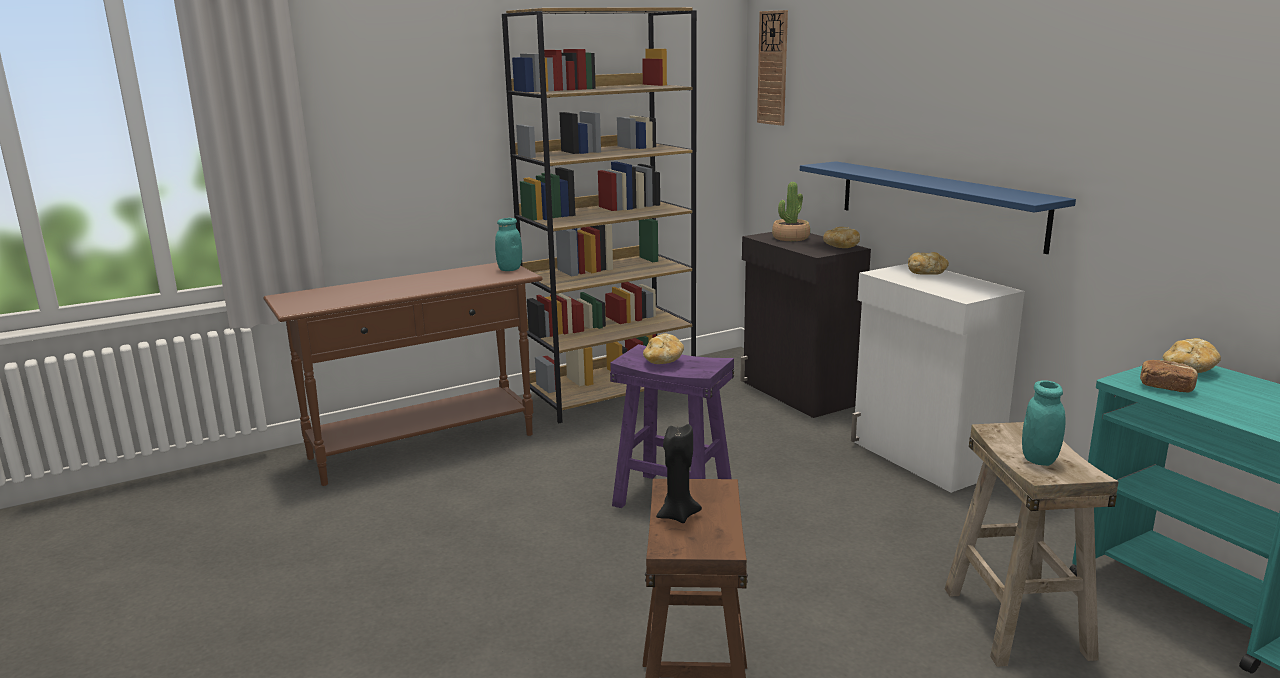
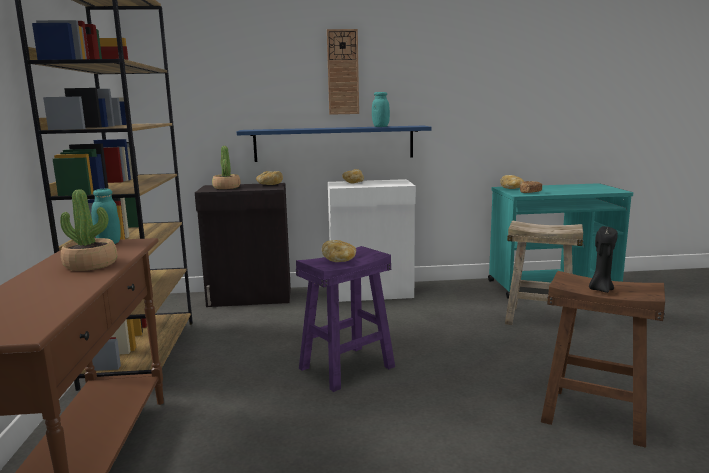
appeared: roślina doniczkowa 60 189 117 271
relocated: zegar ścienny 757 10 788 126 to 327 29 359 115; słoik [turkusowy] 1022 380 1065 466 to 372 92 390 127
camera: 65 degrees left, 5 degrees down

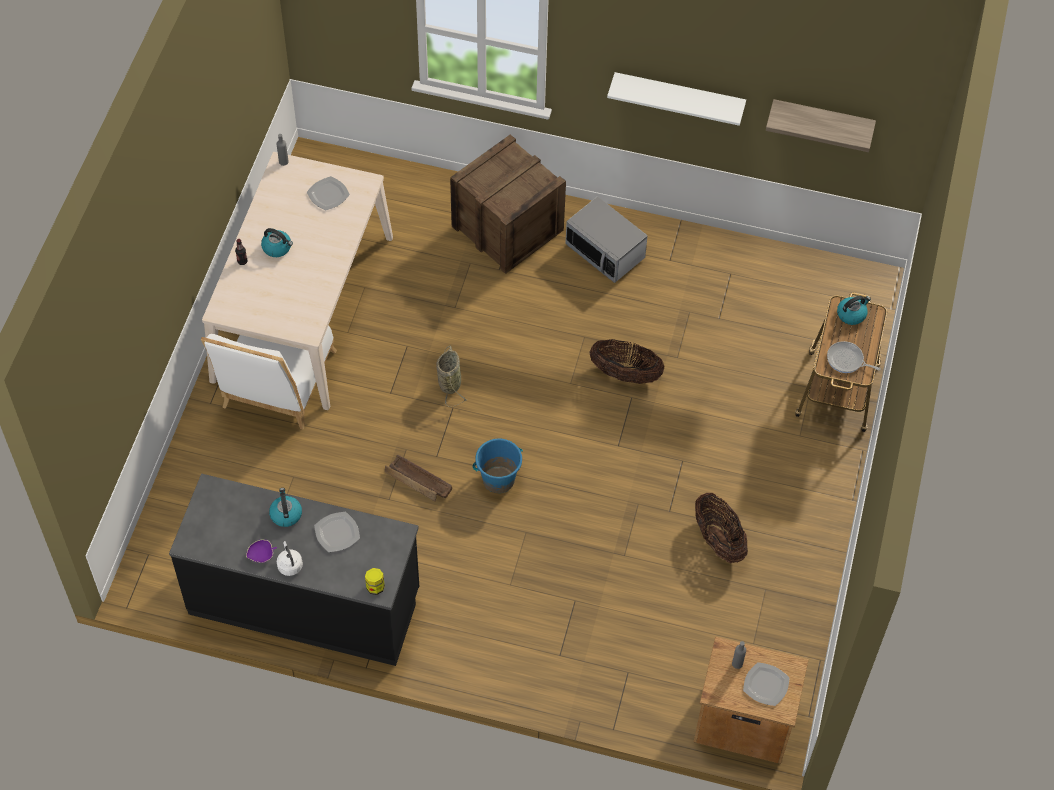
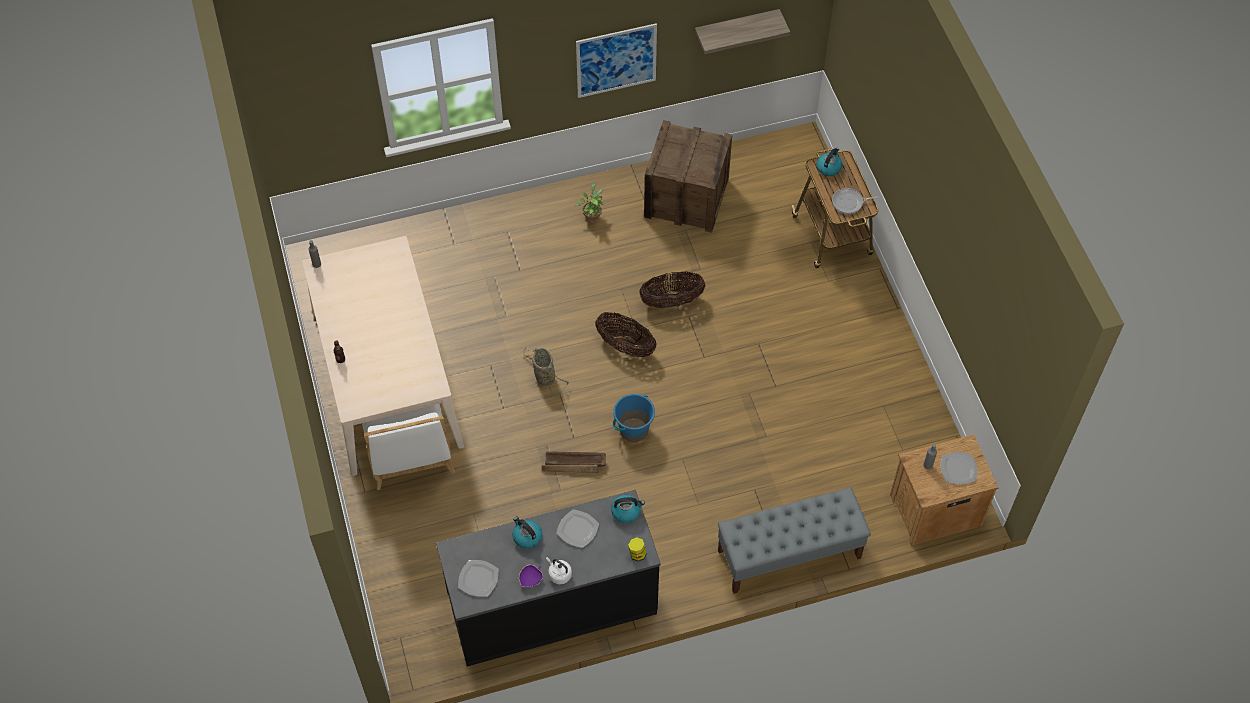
appeared: ławka [szary] 718 487 871 594
relocated: czajnik 261 228 293 257 to 611 495 645 523; talerz 307 176 350 210 to 458 560 499 597; skrzynka 450 135 566 274 to 644 120 732 233; koszyk 695 493 748 563 to 595 312 657 357
exchanged: mikrofalówka 565 196 648 283 to roślina doniczkowa 575 183 603 223; półka [biały] 607 72 746 126 to obraz 576 23 657 98
camera: 30 degrees left, 0 degrees up

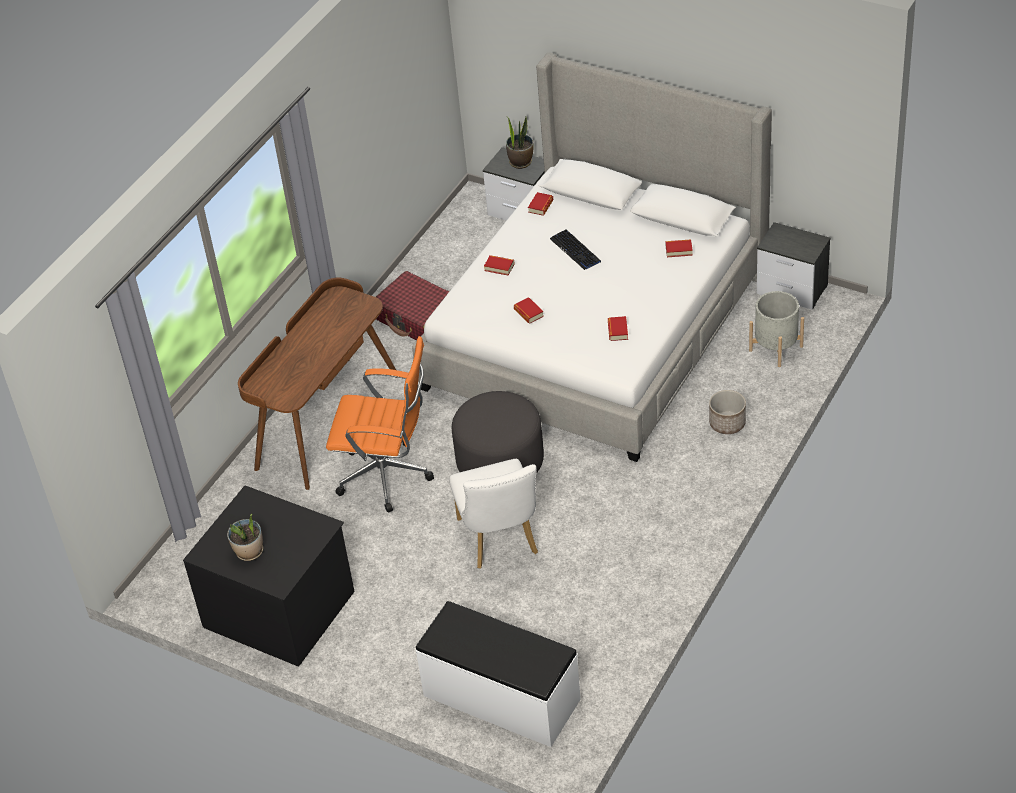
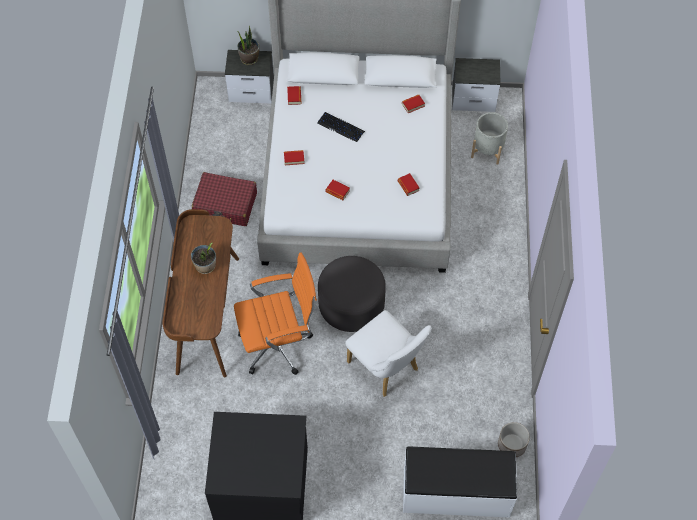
relocated: roślina doniczkowa 227 514 263 561 to 191 243 216 274; donica 709 390 746 434 to 498 422 530 457
camera: 30 degrees left, 15 degrees up

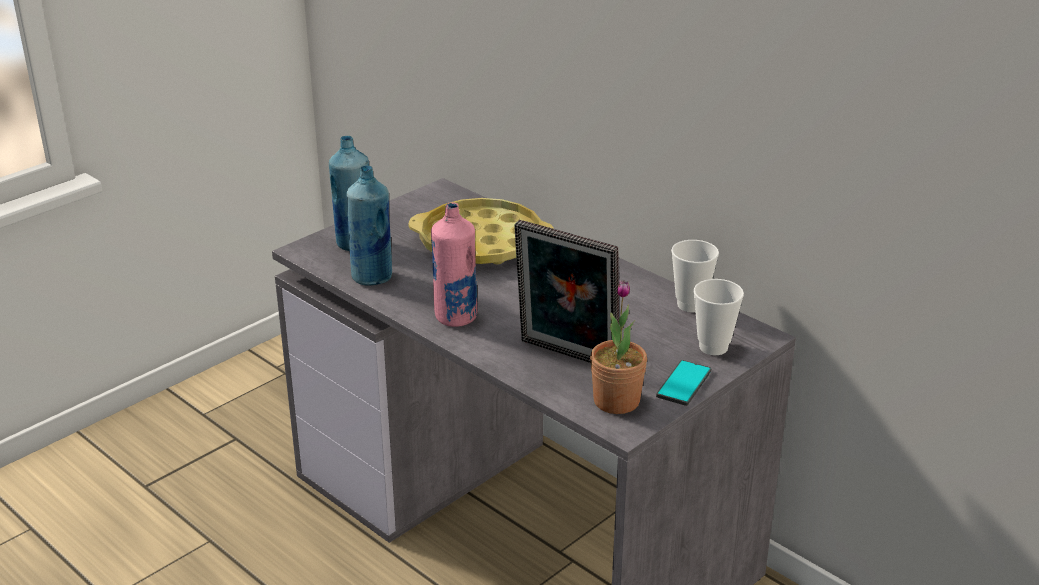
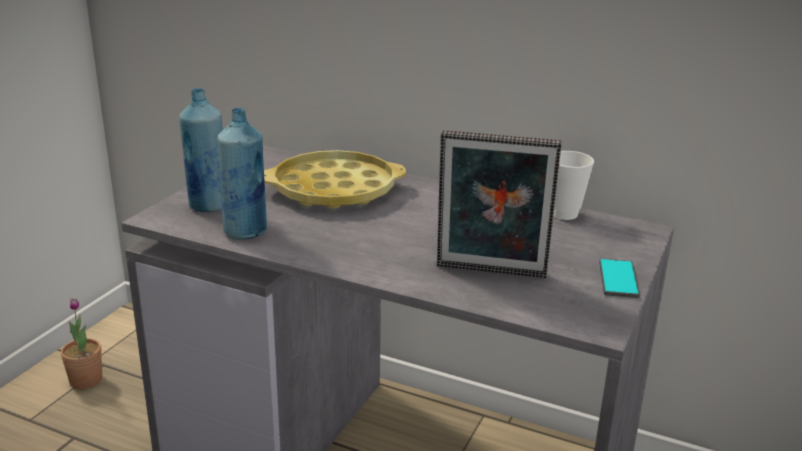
missing: butelka [różowy] 431 202 477 327; filiżanka 693 279 744 355
relocated: roślina doniczkowa 590 280 647 414 to 61 298 102 389
camera: 20 degrees left, 5 degrees down

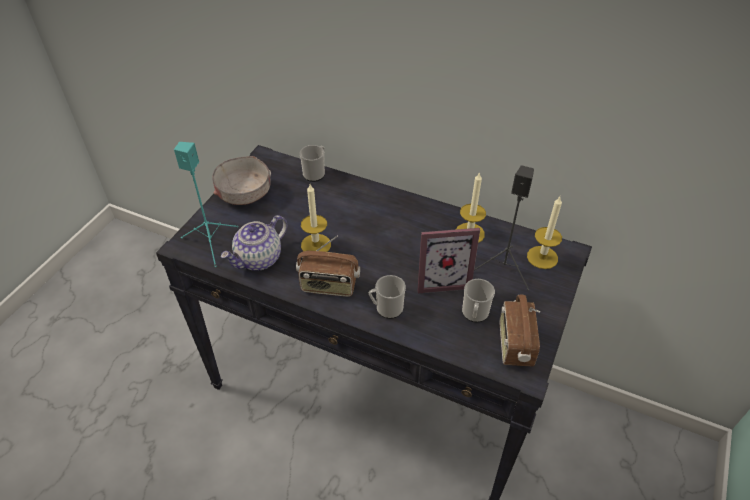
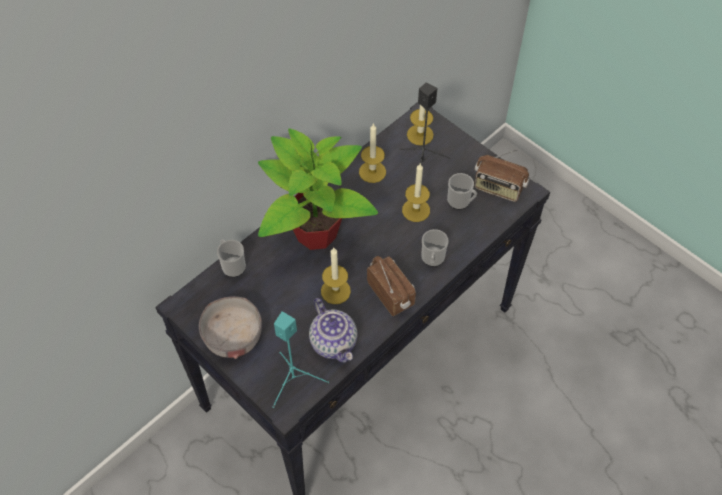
appeared: roślina doniczkowa 258 128 378 250
exchanged: ramka na zdjęcie 418 228 480 293 to świeca 402 164 430 222
spun: radio 296 235 360 297 = 367 256 416 316 60 degrees counterclockwise
camera: 70 degrees left, 10 degrees up

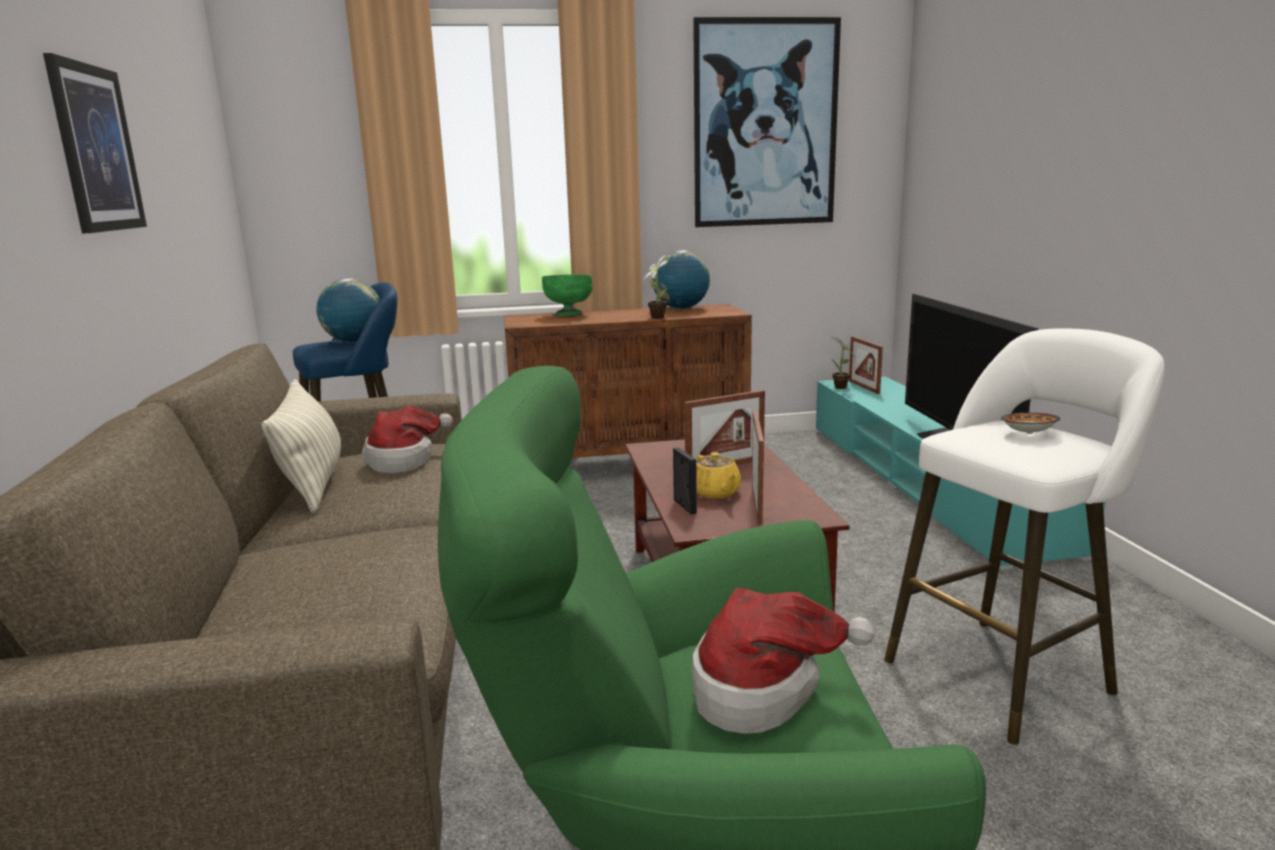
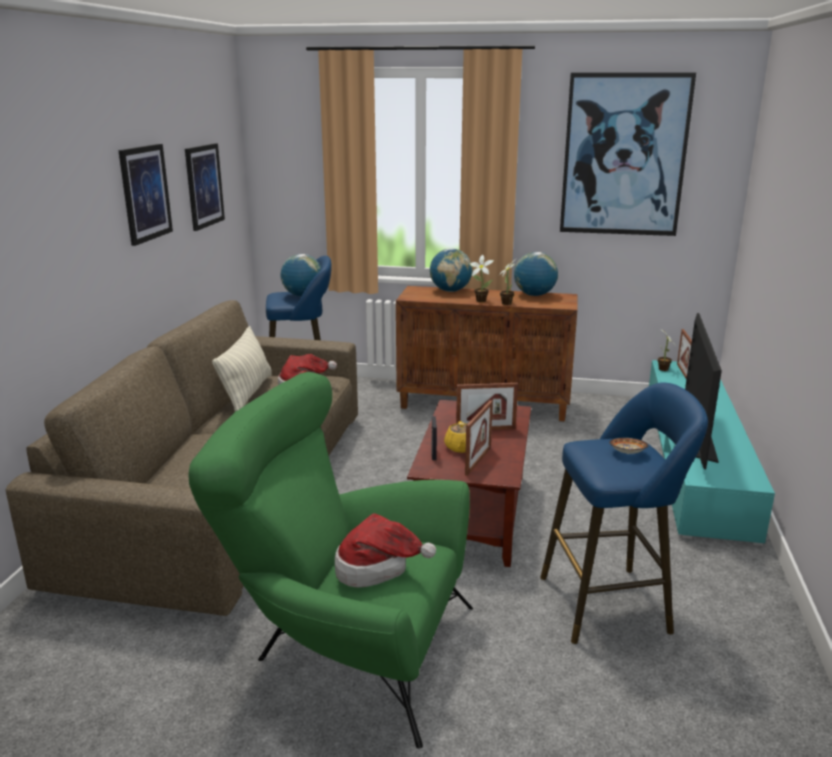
appeared: obraz 185 143 225 231; roślina doniczkowa 470 255 494 302
exchanged: miska [zielony] 542 274 593 316 to globus 430 248 473 292
colour: stołek [biały] 884 328 1165 745 to stołek [niebieski] 540 382 708 644
camera: 20 degrees right, 5 degrees up

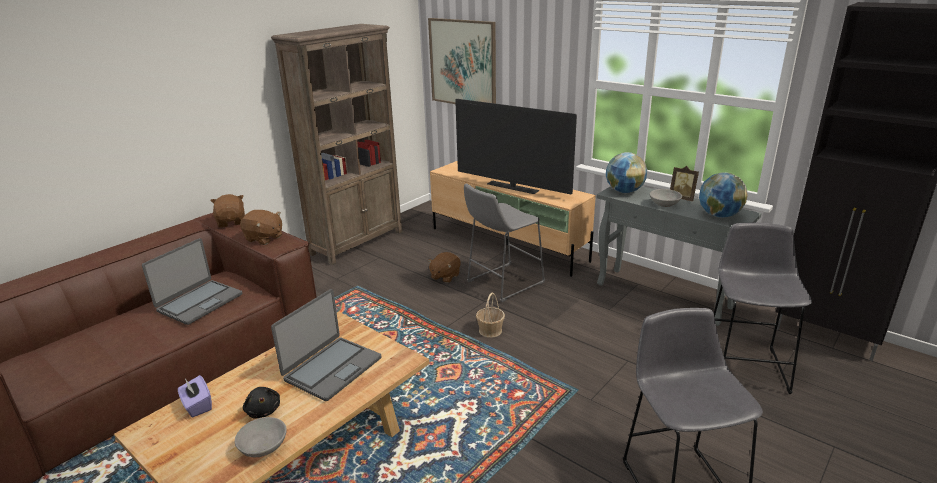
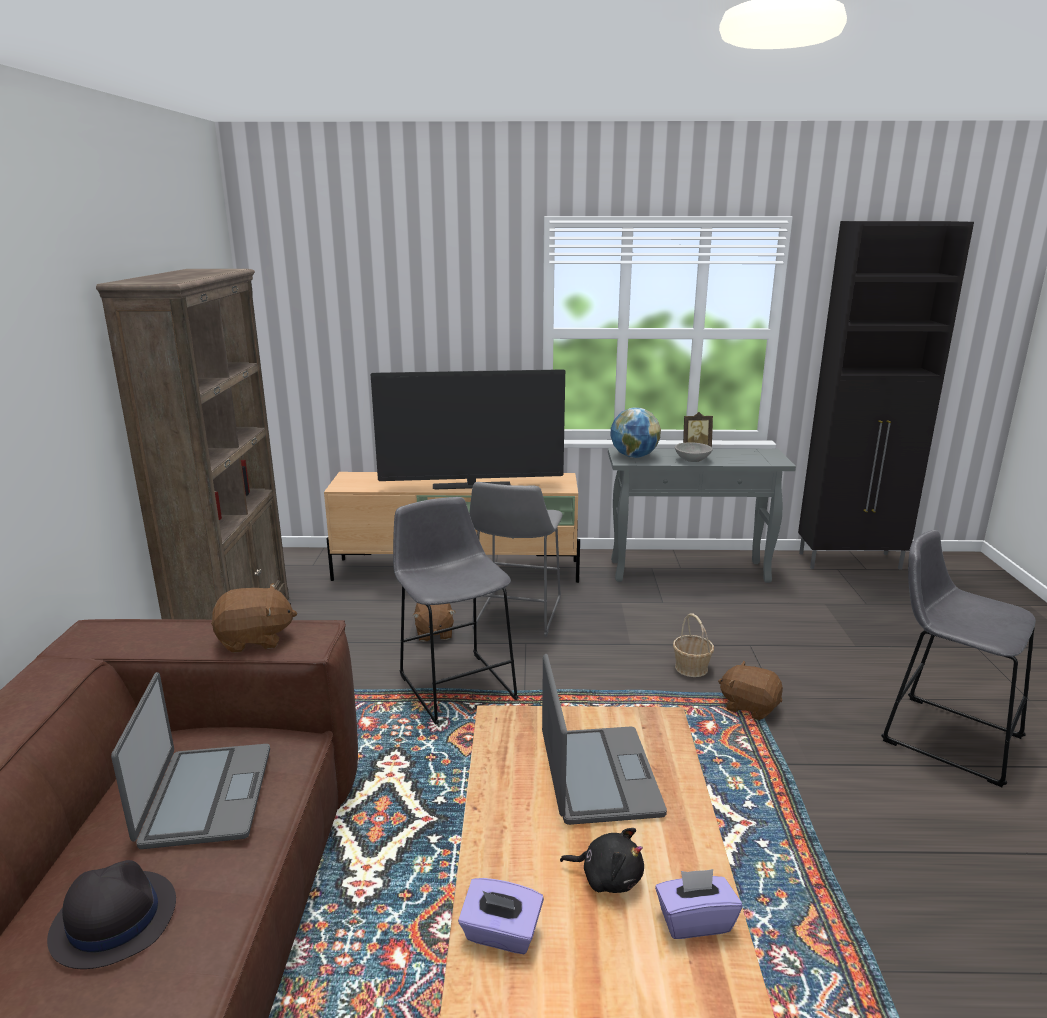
missing: obraz 428 18 496 104; globus 699 172 748 218
appeared: kapelusz [czarny] 47 860 176 969
relocated: pluszak [brązowy] 210 194 245 228 to 718 661 783 720; koszyk 476 292 505 338 to 673 613 714 677; stołek [szary] 714 223 812 394 to 393 497 518 725
exchanged: miska [szary] 235 417 287 457 to pudełko chusteczek [fioletowy] 655 869 742 939
camera: 40 degrees left, 5 degrees down

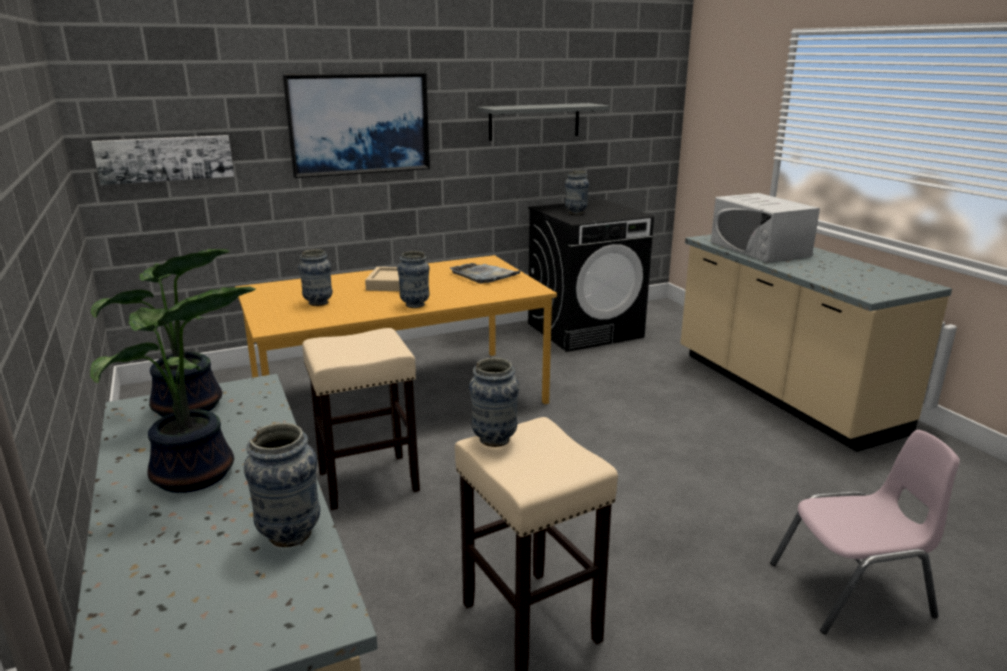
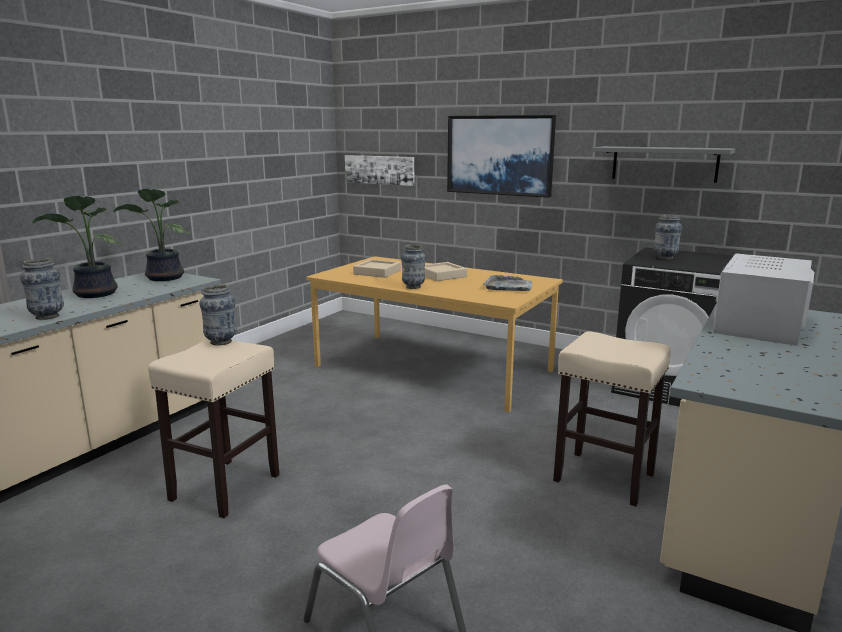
relocated: stołek [beżowy] 302 328 420 510 to 553 331 671 506
exchanged: wazon 298 249 332 306 to taca [beżowy] 353 259 401 278
camera: 55 degrees right, 5 degrees down

